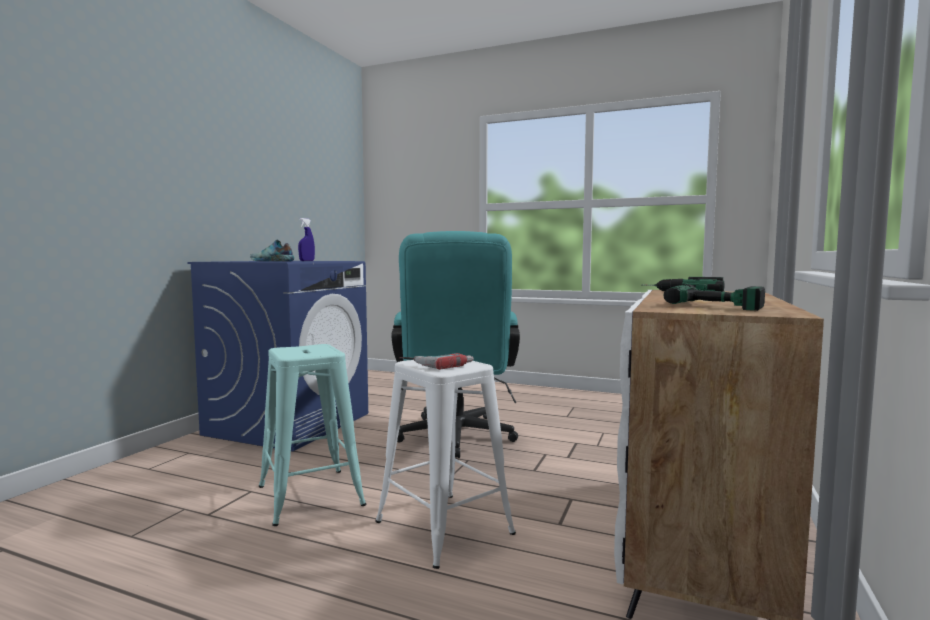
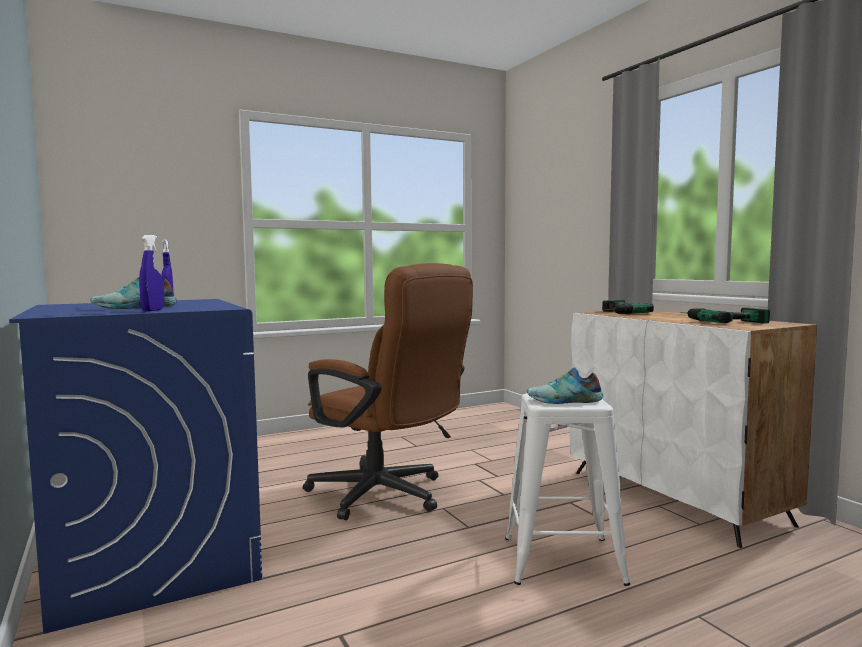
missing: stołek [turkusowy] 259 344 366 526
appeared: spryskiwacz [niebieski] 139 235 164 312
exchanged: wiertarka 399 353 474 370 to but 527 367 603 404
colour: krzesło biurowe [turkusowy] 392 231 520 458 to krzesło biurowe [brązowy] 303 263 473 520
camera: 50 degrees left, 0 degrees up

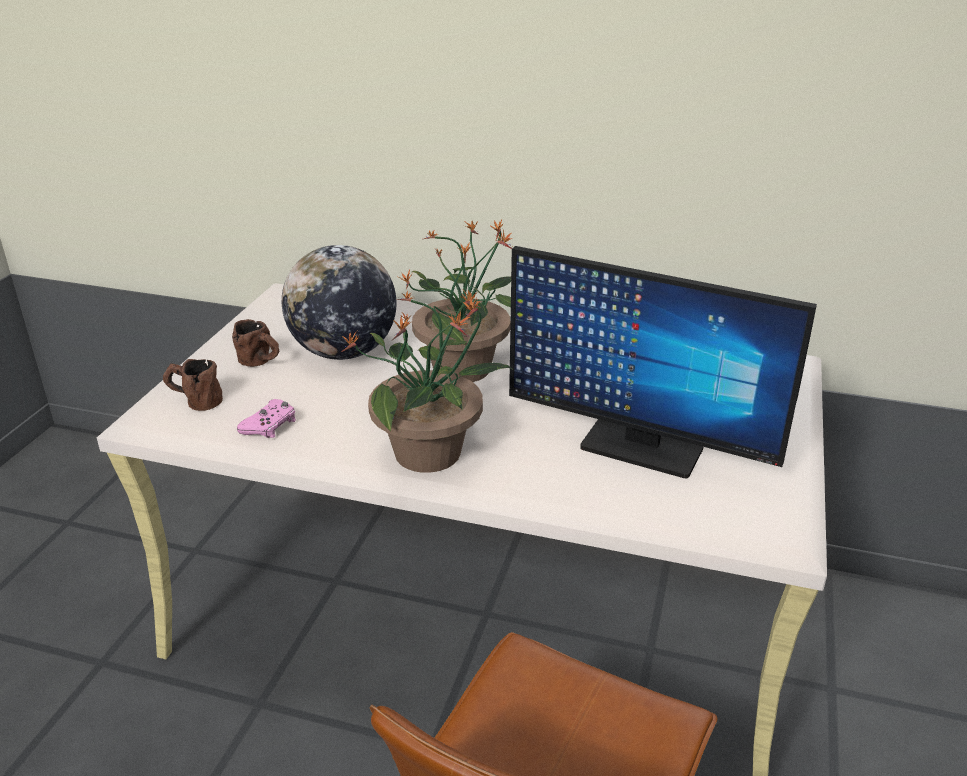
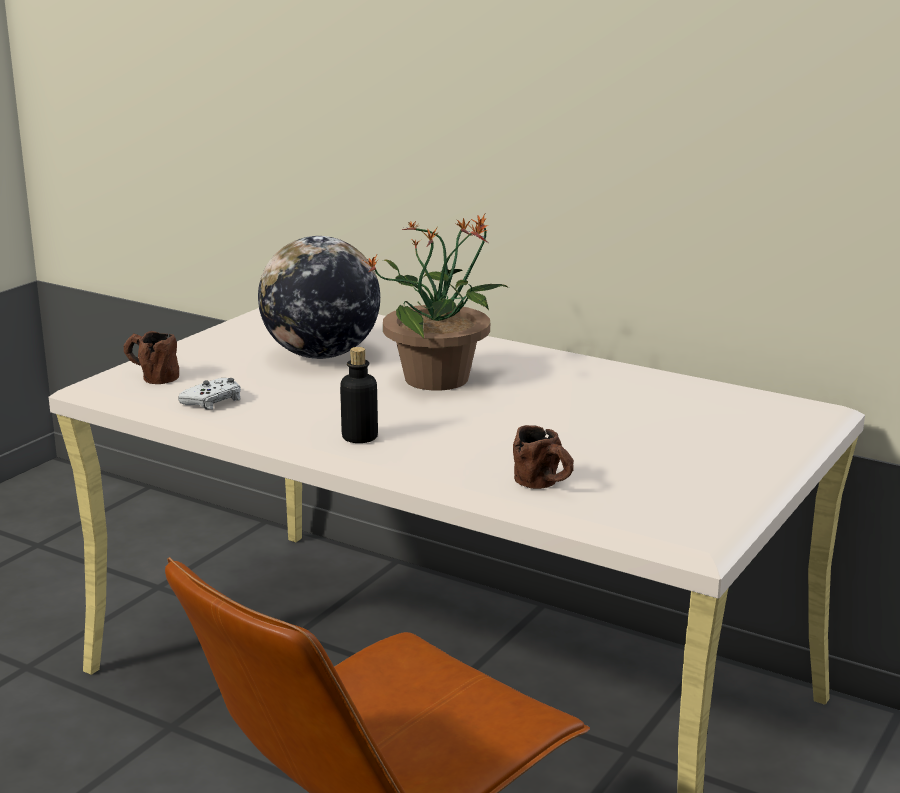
missing: monitor 509 246 817 478
relocated: kubek [brązowy] 232 319 279 367 to 513 425 574 489
exchanged: roślina doniczkowa 341 290 512 473 to butelka 340 347 378 443
colour: pad do gier [różowy] 237 399 296 438 to pad do gier [biały] 178 378 241 410
camera: 15 degrees right, 10 degrees down

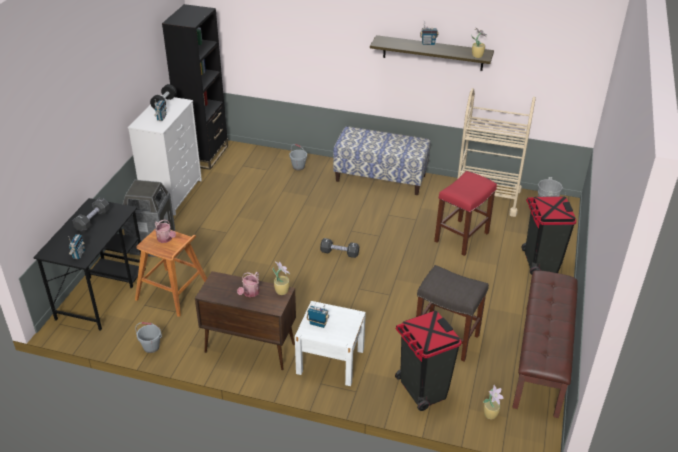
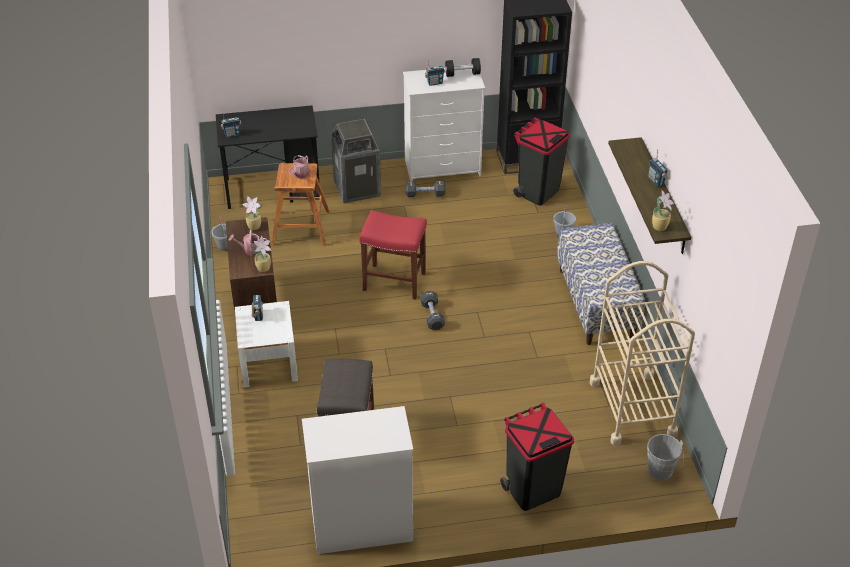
relocated: hantel [czarny] 72 198 110 232 to 405 181 446 197; kosz na śmieci [czarny] 395 311 461 411 to 513 117 570 206; stołek [czerwony] 434 171 497 256 to 359 210 427 300; roślina doniczkowa 483 385 504 419 to 242 197 262 230
exchanged: ławka [brązowy] 512 271 578 418 to komoda [biały] 302 406 413 554
camera: 65 degrees right, 5 degrees up

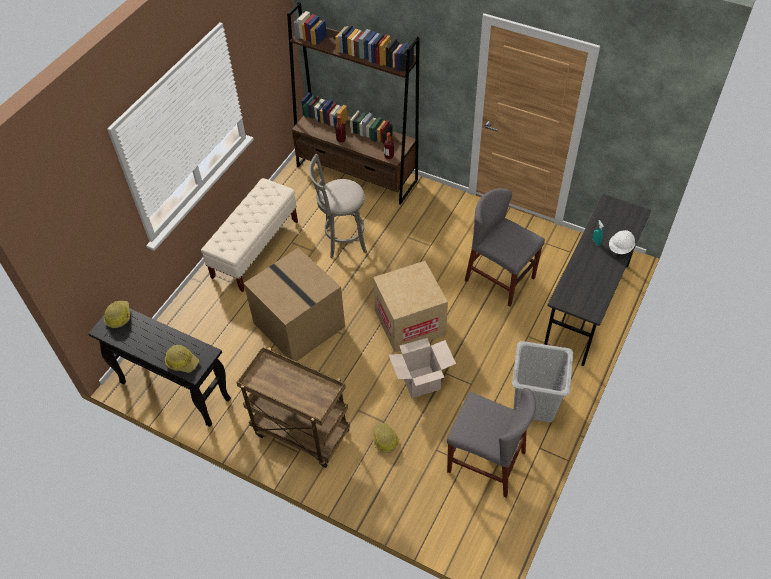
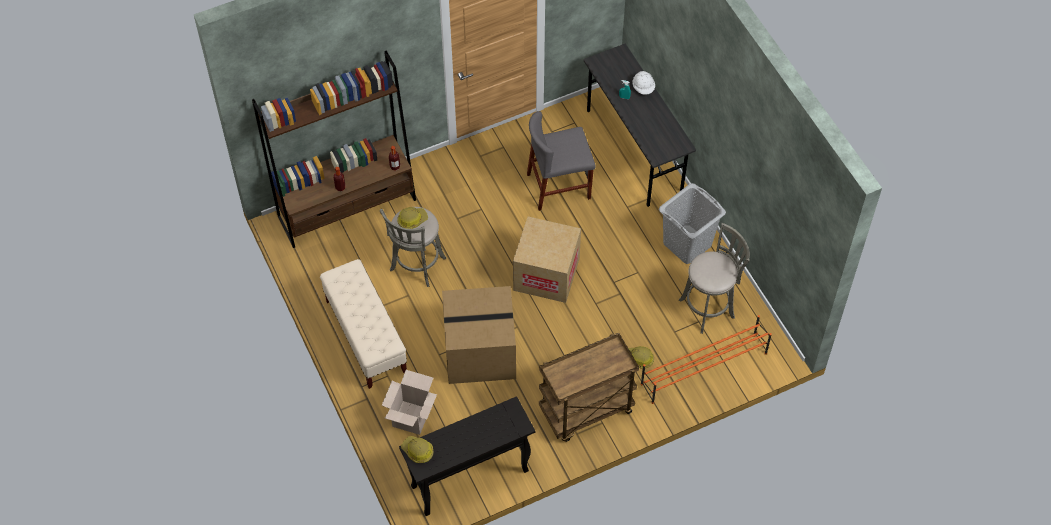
appeared: regał na buty [pomarańczowy] 641 315 772 404
relocated: kask 165 345 199 373 to 397 207 428 229; karton 389 338 456 398 to 382 370 437 435
exchanged: krzesło [szary] 447 388 536 498 to stołek [szary] 679 223 750 334
camera: 55 degrees left, 5 degrees up

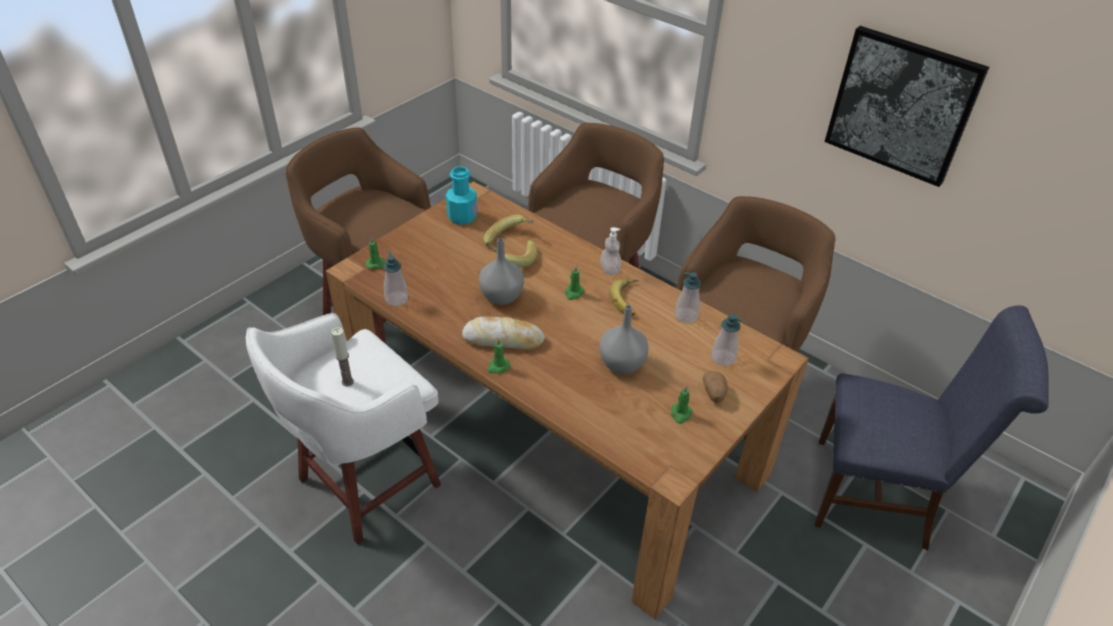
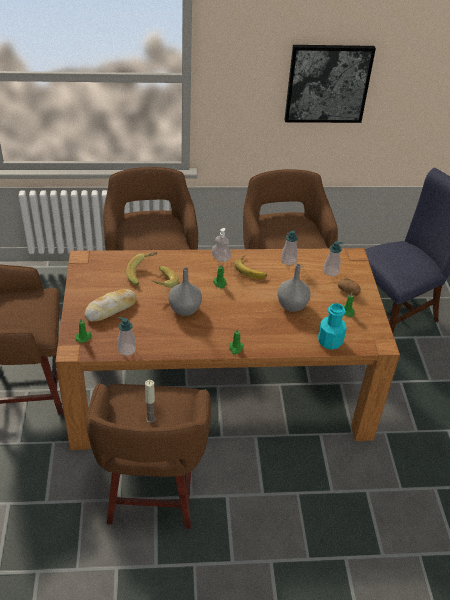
relocated: butelka [turkusowy] 446 166 478 225 to 318 303 346 350; chleb 462 317 544 350 to 85 289 137 322
colour: stołek [biały] 246 313 441 545 to stołek [brązowy] 86 383 211 529
camera: 45 degrees left, 0 degrees up

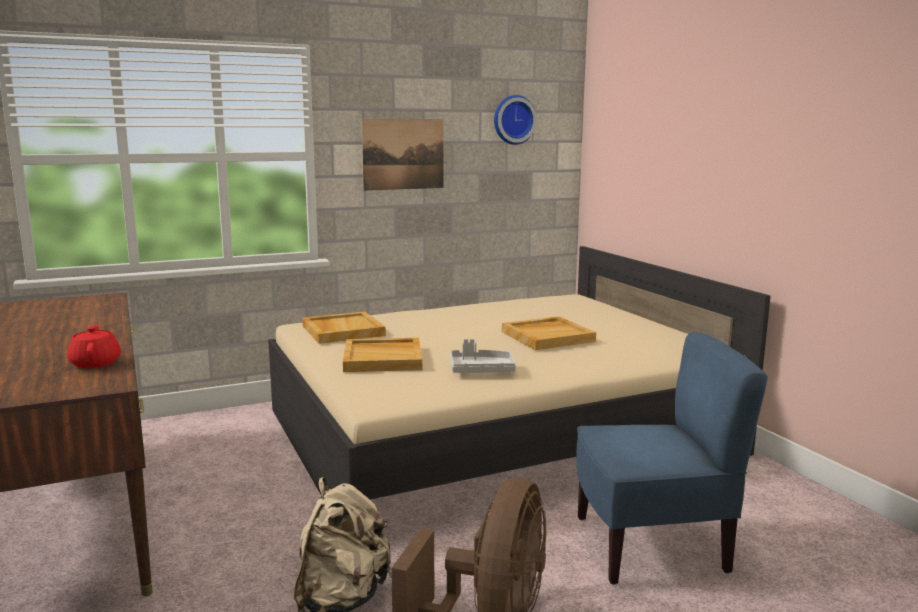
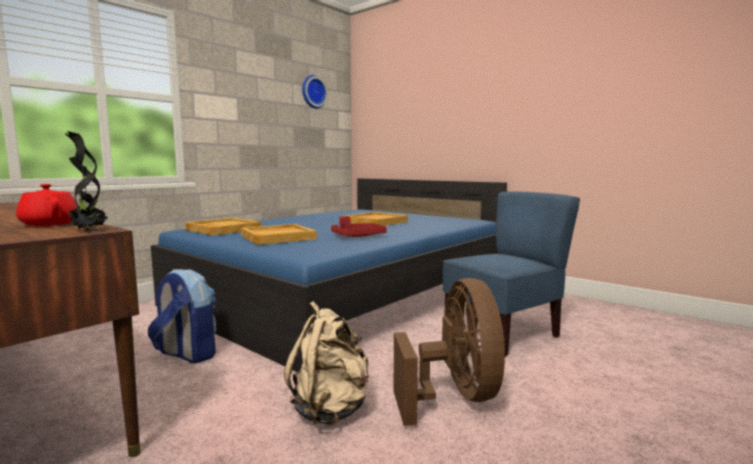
missing: obraz 361 119 443 191
appeared: roślina doniczkowa 65 131 108 230; plecak 148 269 216 363
colour: łóżko [beżowy] 268 246 771 500 to łóżko [niebieski] 151 178 507 372; taca [szary] 450 339 516 373 to taca [czerwony] 331 216 387 237
camera: 25 degrees left, 5 degrees down

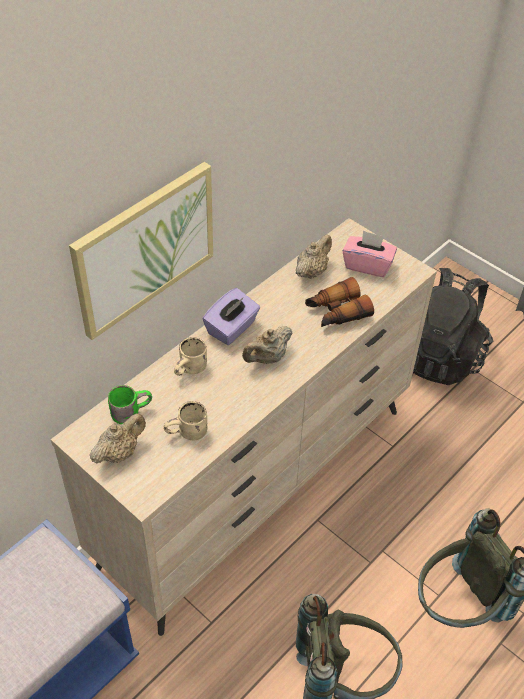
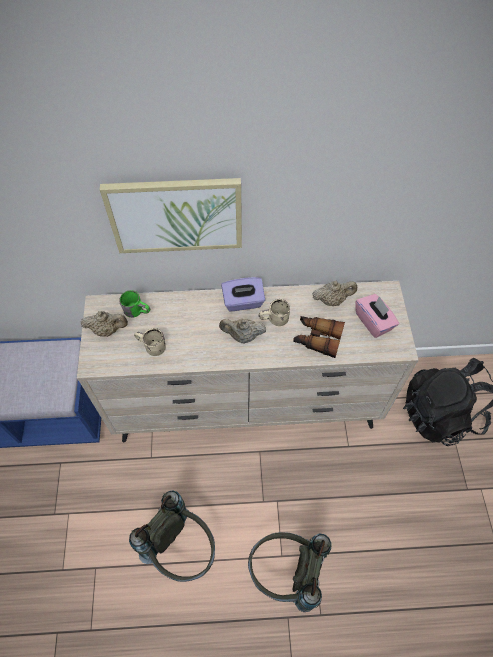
relocated: kubek [beżowy] 174 337 207 376 to 259 299 290 326
camera: 45 degrees right, 10 degrees up

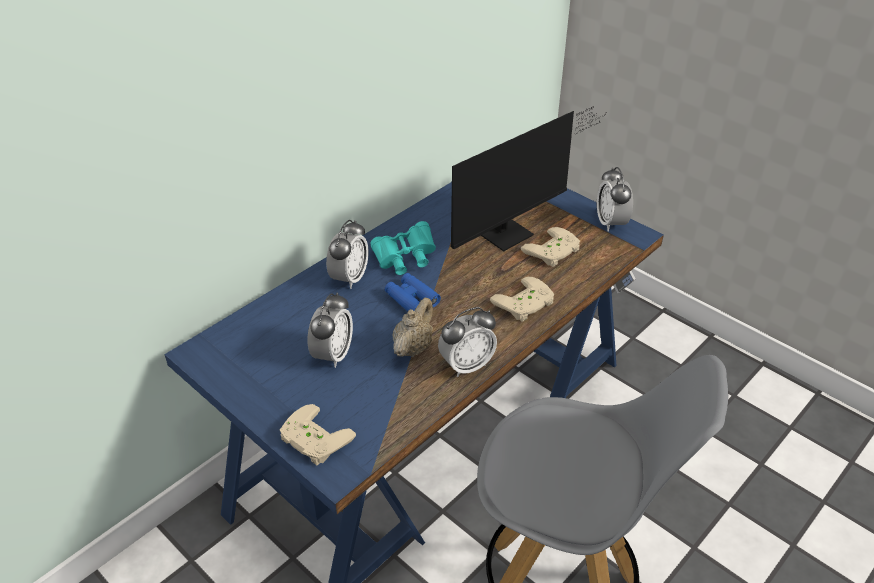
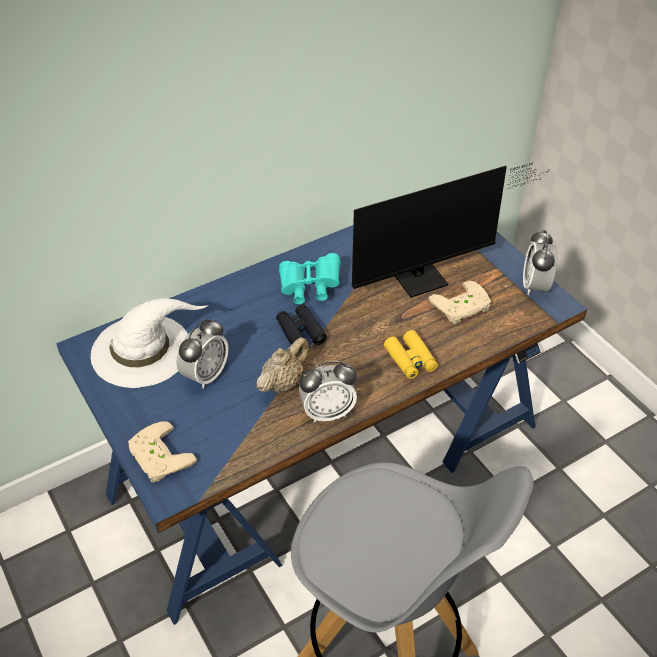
missing: budzik 326 220 369 289
appeared: kapelusz [biały] 91 298 208 388
exchanged: pad do gier [beżowy] 490 277 554 322 to lornetka [żółty] 384 330 438 379
colour: lornetka [niebieski] 385 273 441 311 to lornetka [czarny] 276 305 327 345
camera: 15 degrees right, 5 degrees up

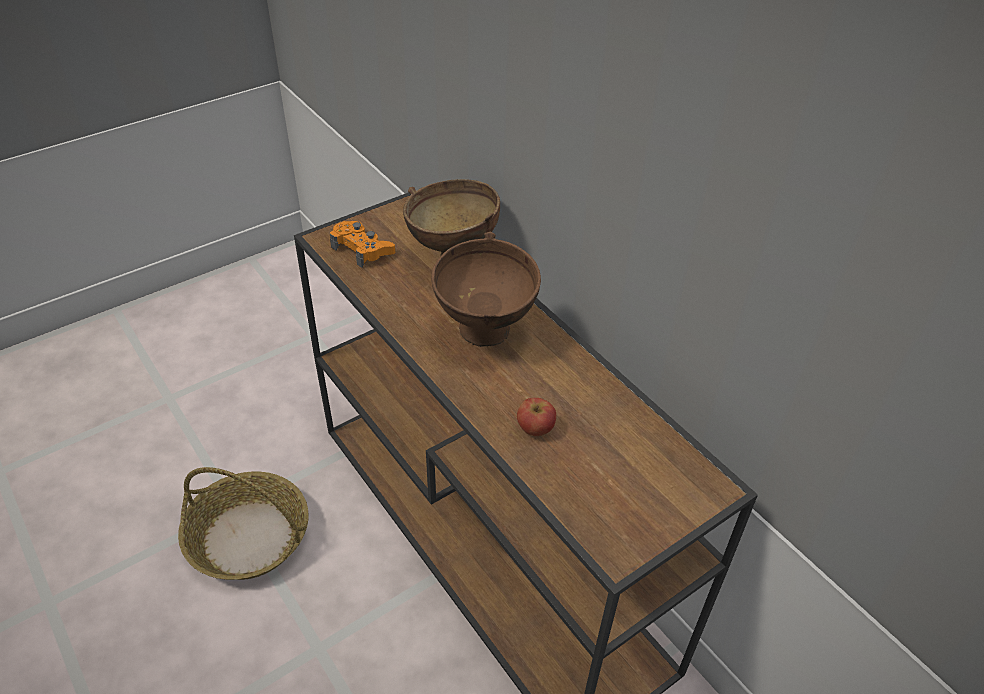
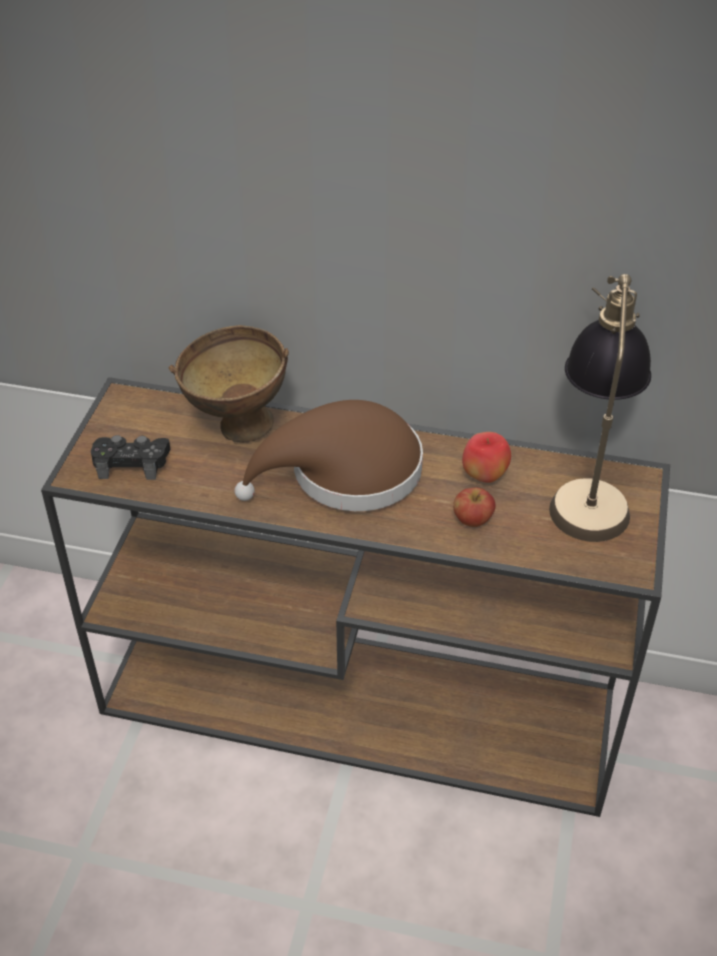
missing: koszyk 178 467 309 580
appeared: jabłko 462 432 511 483; lampa stołowa 549 274 651 542
exchanged: miska [brązowy] 431 232 541 347 to kapelusz [brązowy] 235 400 423 511
colour: pad do gier [pomarańczowy] 330 221 395 268 to pad do gier [czarny] 91 435 171 480
camera: 40 degrees left, 0 degrees up

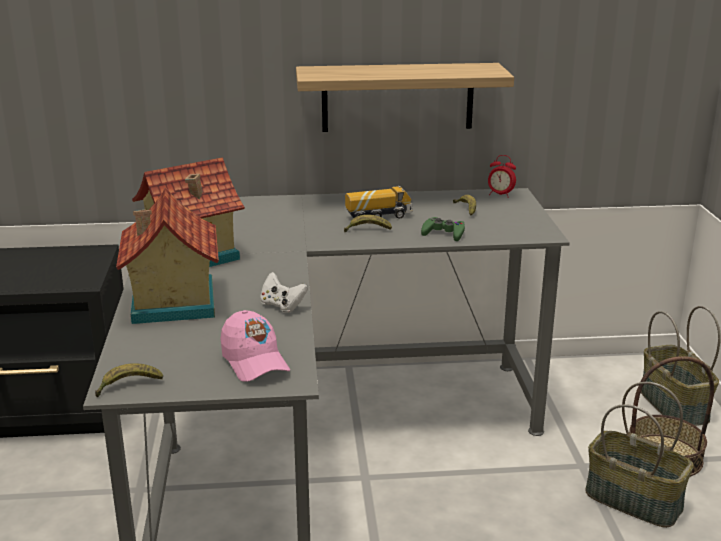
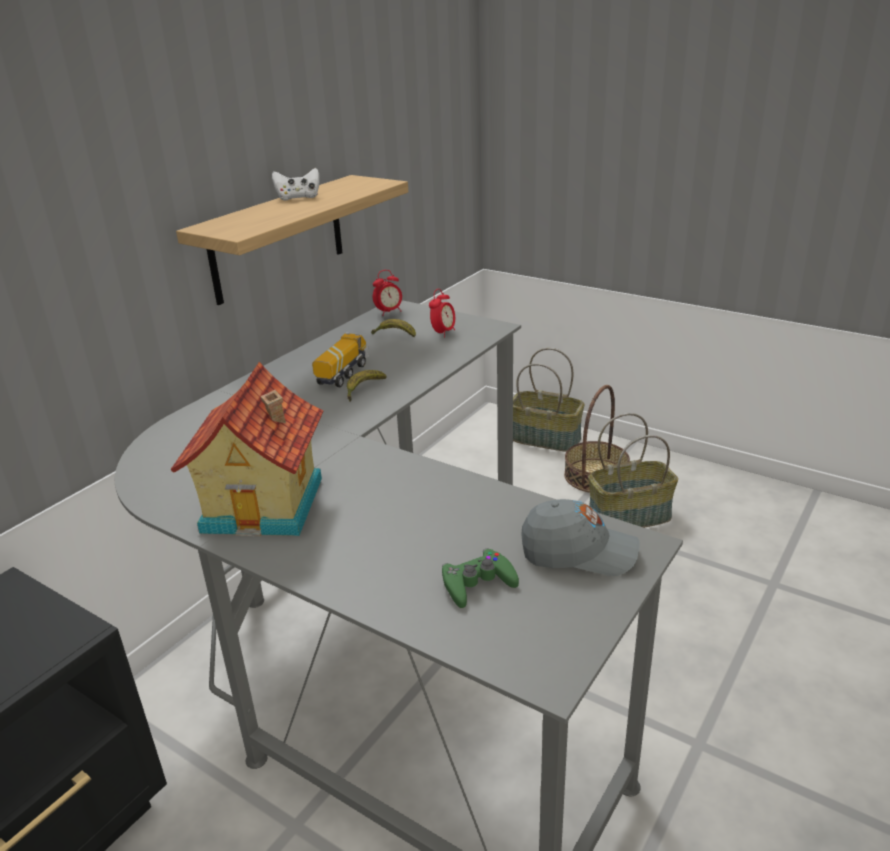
missing: banan 95 363 163 397; domek 116 187 219 324
appeared: budzik 429 289 455 338
relocated: pad do gier [biały] 260 272 308 313 to 272 168 319 200; pad do gier [zielony] 421 217 465 241 to 442 548 519 608
colour: czapka z daszkiem [różowy] 221 310 290 382 to czapka z daszkiem [szary] 521 499 640 576
camera: 50 degrees left, 5 degrees up

